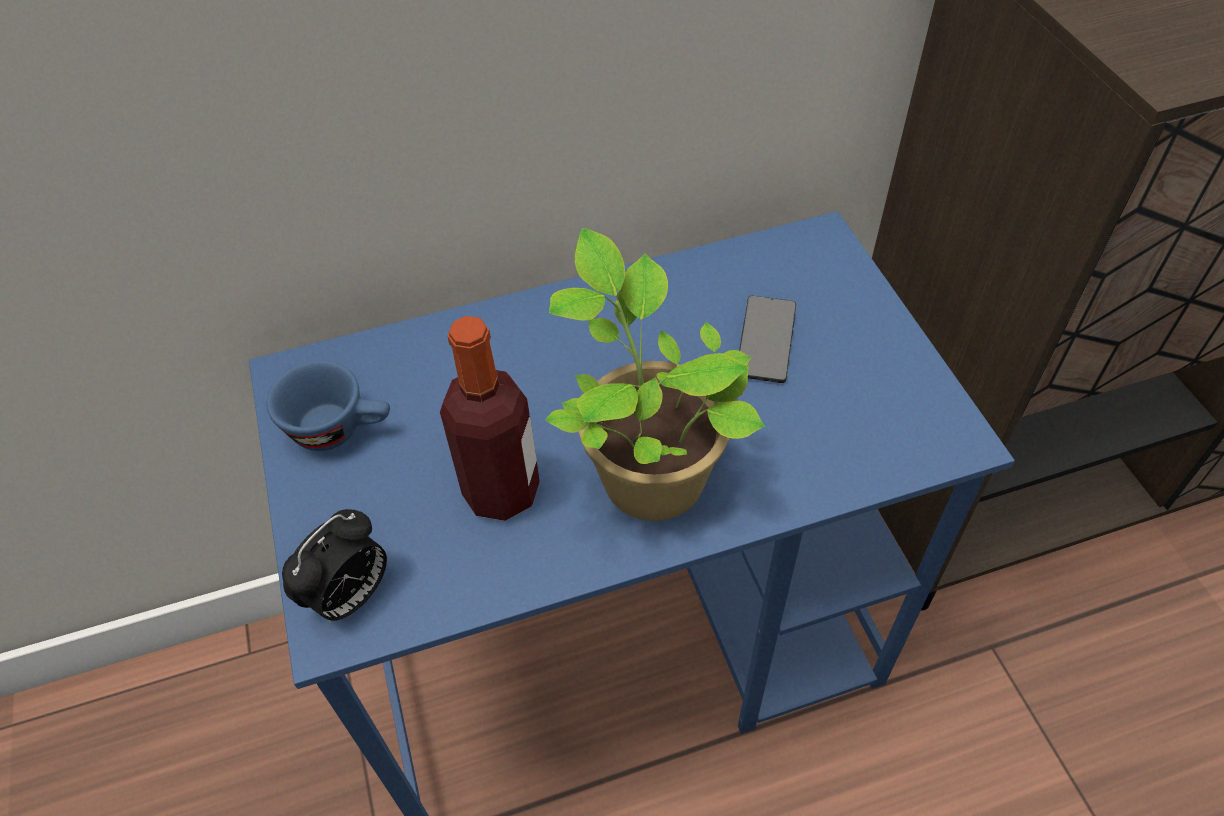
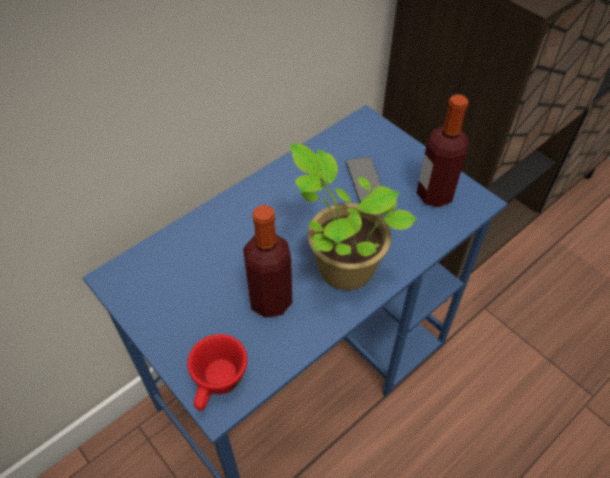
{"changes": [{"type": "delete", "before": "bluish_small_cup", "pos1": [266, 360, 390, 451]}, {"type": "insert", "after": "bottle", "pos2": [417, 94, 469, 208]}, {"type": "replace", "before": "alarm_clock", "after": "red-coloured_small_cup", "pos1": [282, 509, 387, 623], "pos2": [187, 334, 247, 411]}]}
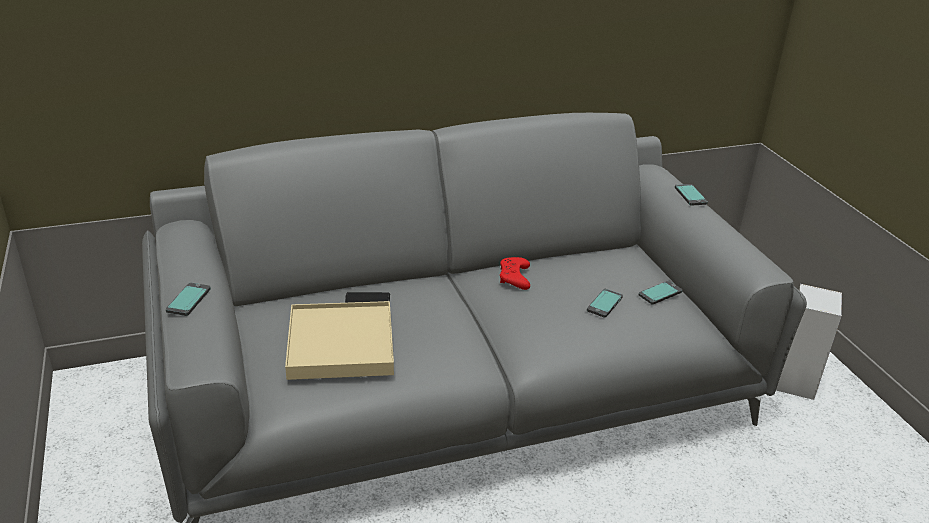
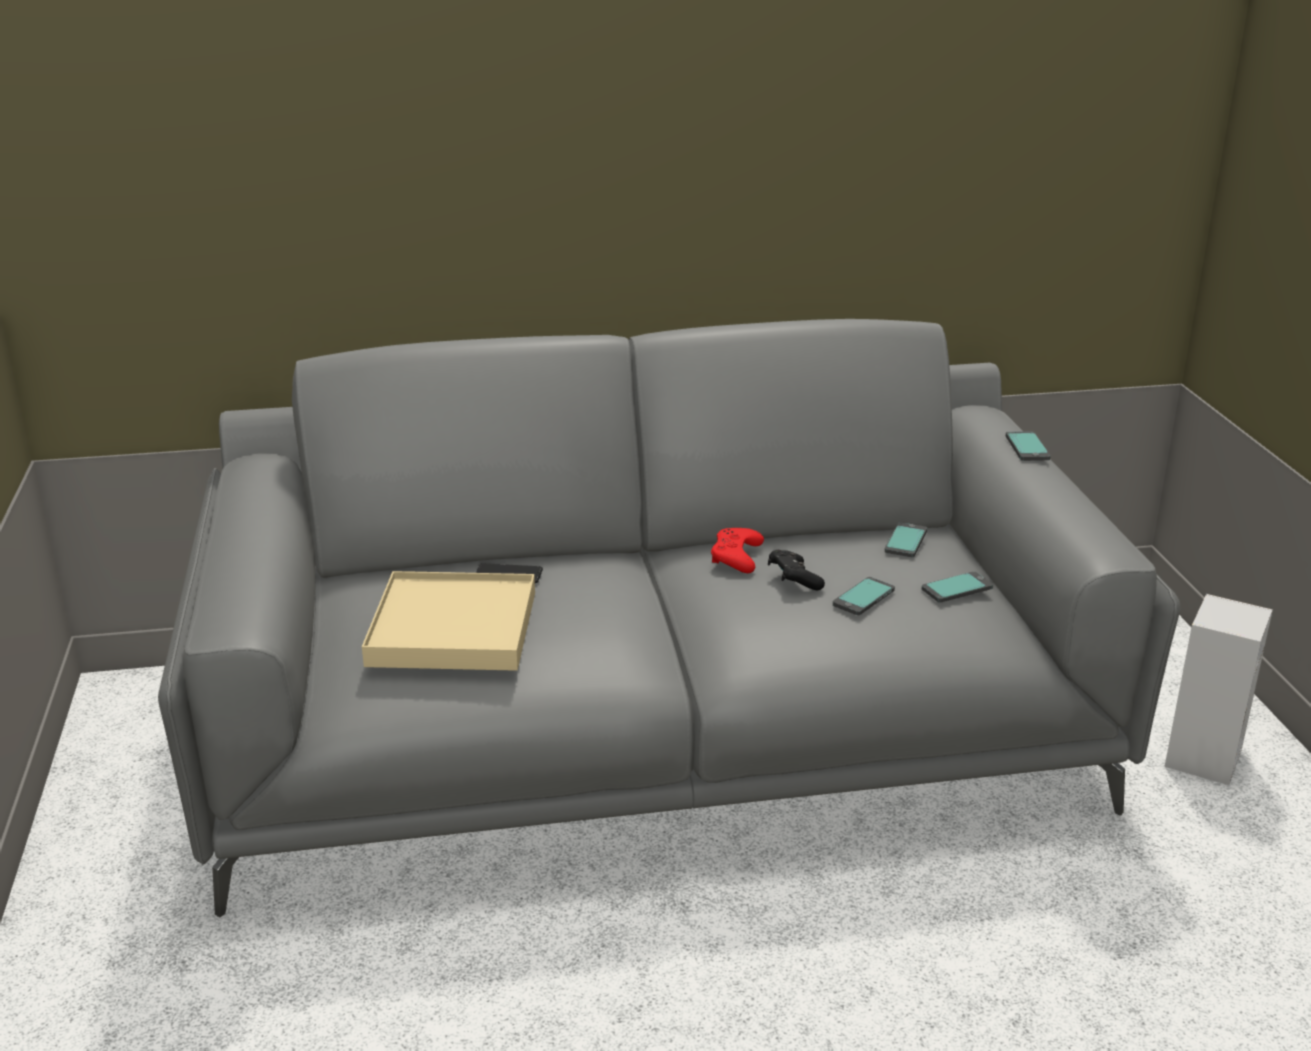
{"changes": [{"type": "insert", "after": "black_game_controller", "pos2": [768, 550, 825, 590]}, {"type": "move", "before": "telephone", "pos1": [166, 283, 211, 316], "pos2": [885, 522, 927, 557]}]}
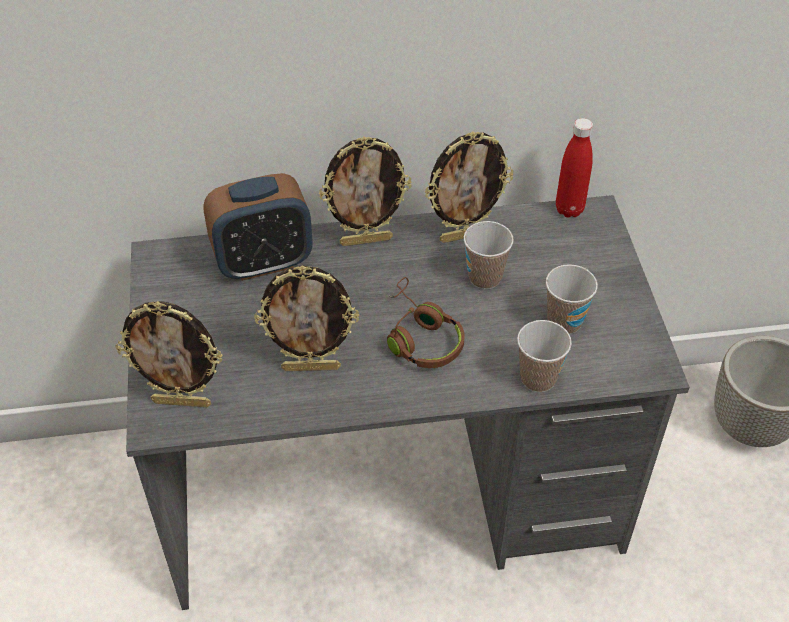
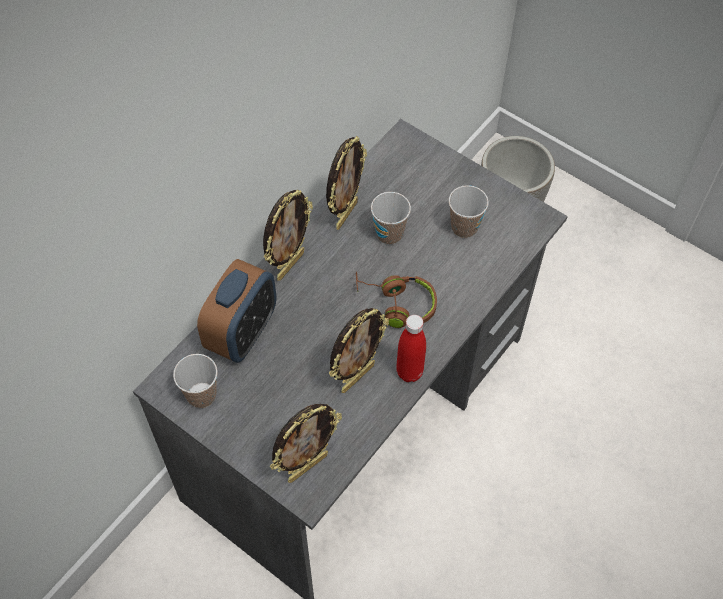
{"changes": [{"type": "move", "before": "small_cup", "pos1": [517, 320, 572, 392], "pos2": [173, 354, 218, 408]}, {"type": "move", "before": "red-coloured_bottle", "pos1": [556, 118, 593, 218], "pos2": [396, 315, 426, 382]}]}
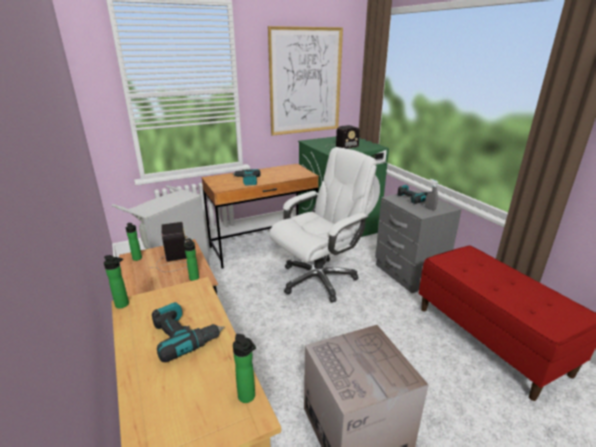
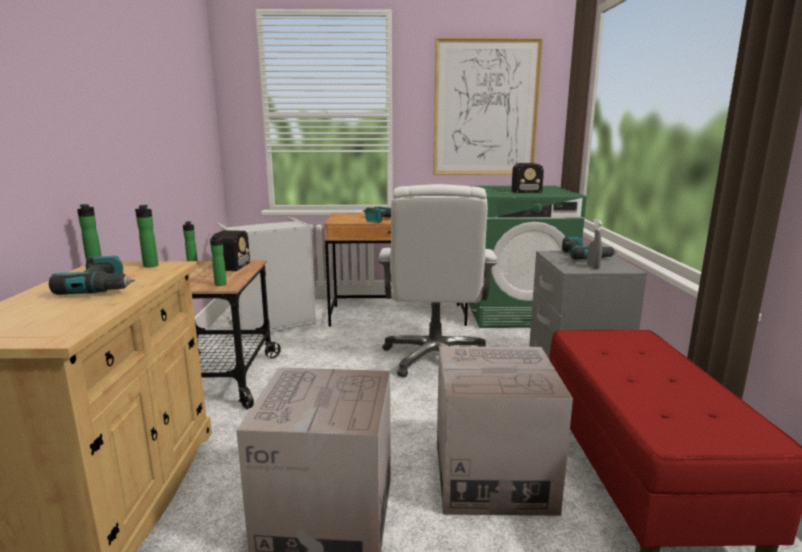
{"changes": [{"type": "insert", "after": "carton", "pos2": [437, 346, 573, 516]}, {"type": "move", "before": "bottle", "pos1": [233, 334, 256, 403], "pos2": [135, 205, 159, 267]}, {"type": "rotate", "before": "whitish_computer_chair", "pos1": [269, 147, 377, 302], "pos2": [378, 184, 497, 377], "turn": 105}]}
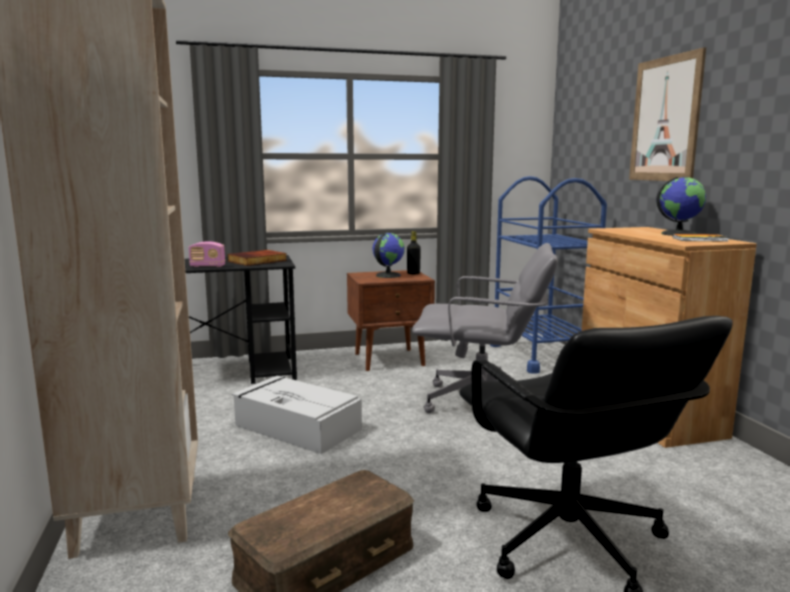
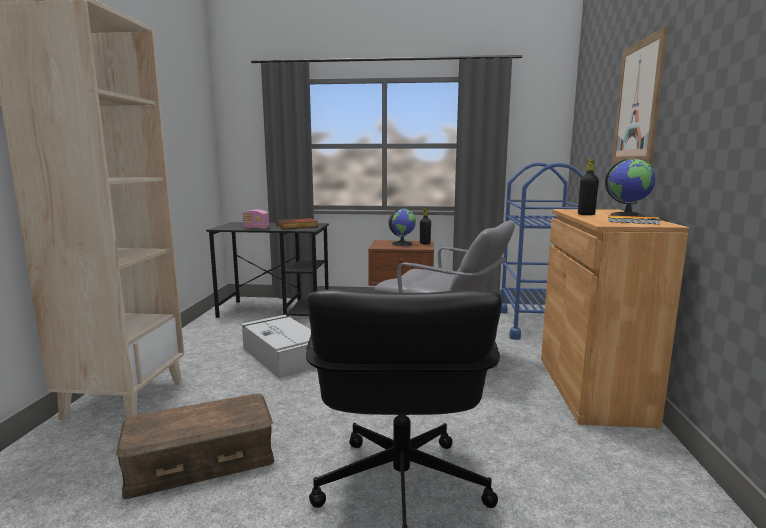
{"changes": [{"type": "insert", "after": "black_bottle", "pos2": [578, 159, 599, 215]}]}
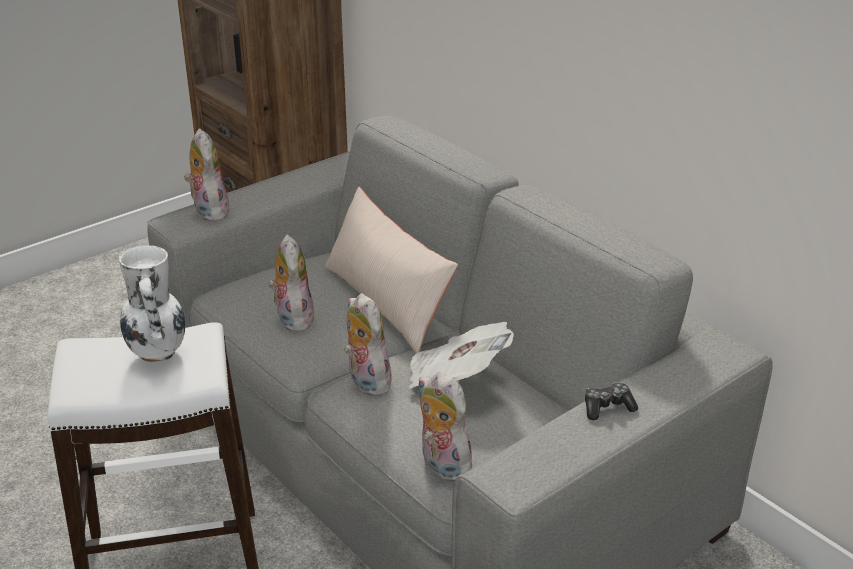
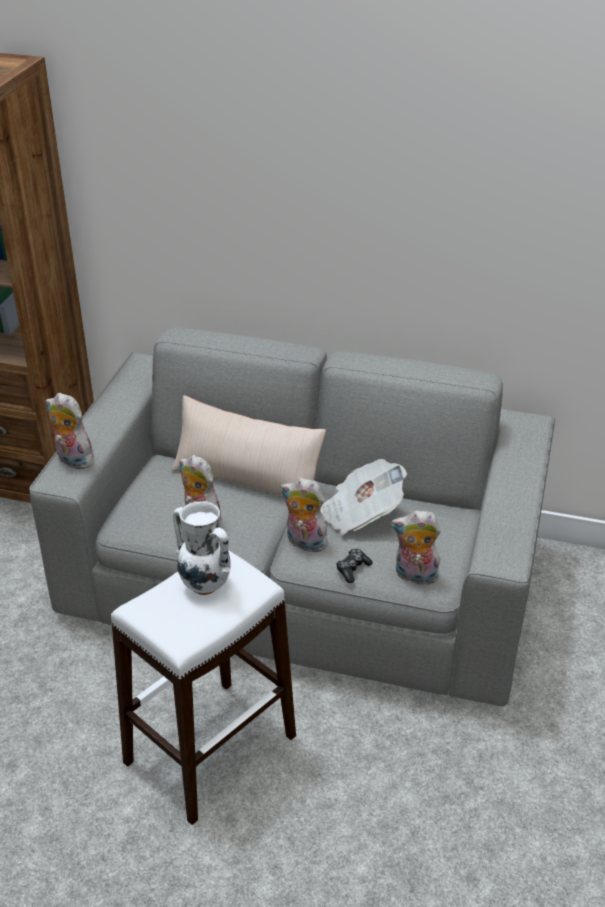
{"changes": [{"type": "move", "before": "game_controller", "pos1": [585, 382, 638, 420], "pos2": [336, 549, 373, 583]}]}
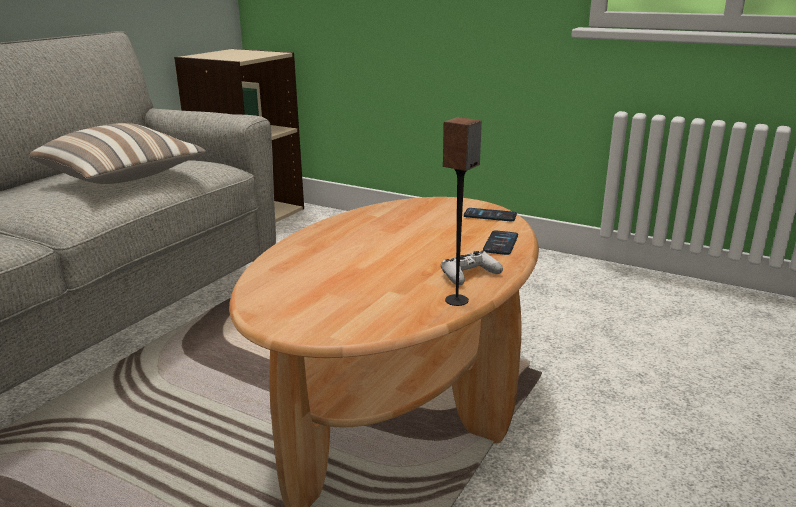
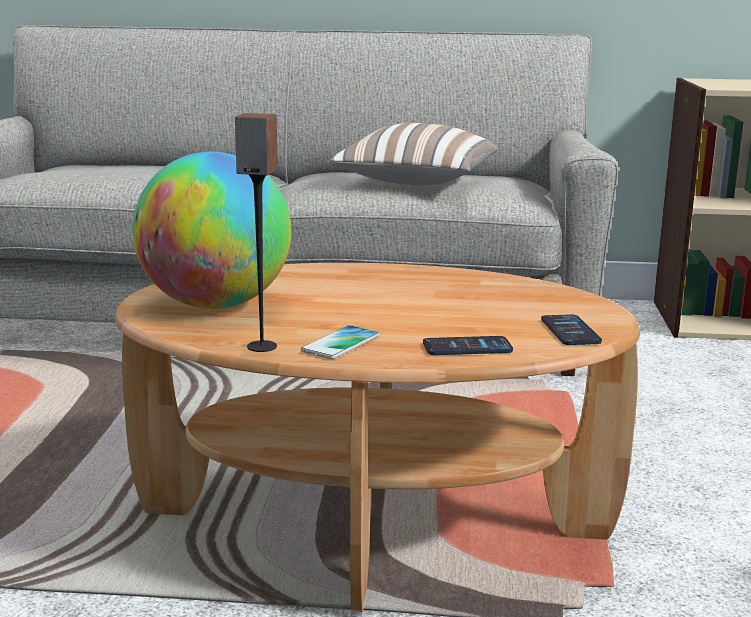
{"changes": [{"type": "insert", "after": "globe", "pos2": [132, 152, 291, 309]}, {"type": "replace", "before": "whitish_game_controller", "after": "telephone", "pos1": [441, 251, 503, 285], "pos2": [301, 325, 379, 359]}]}
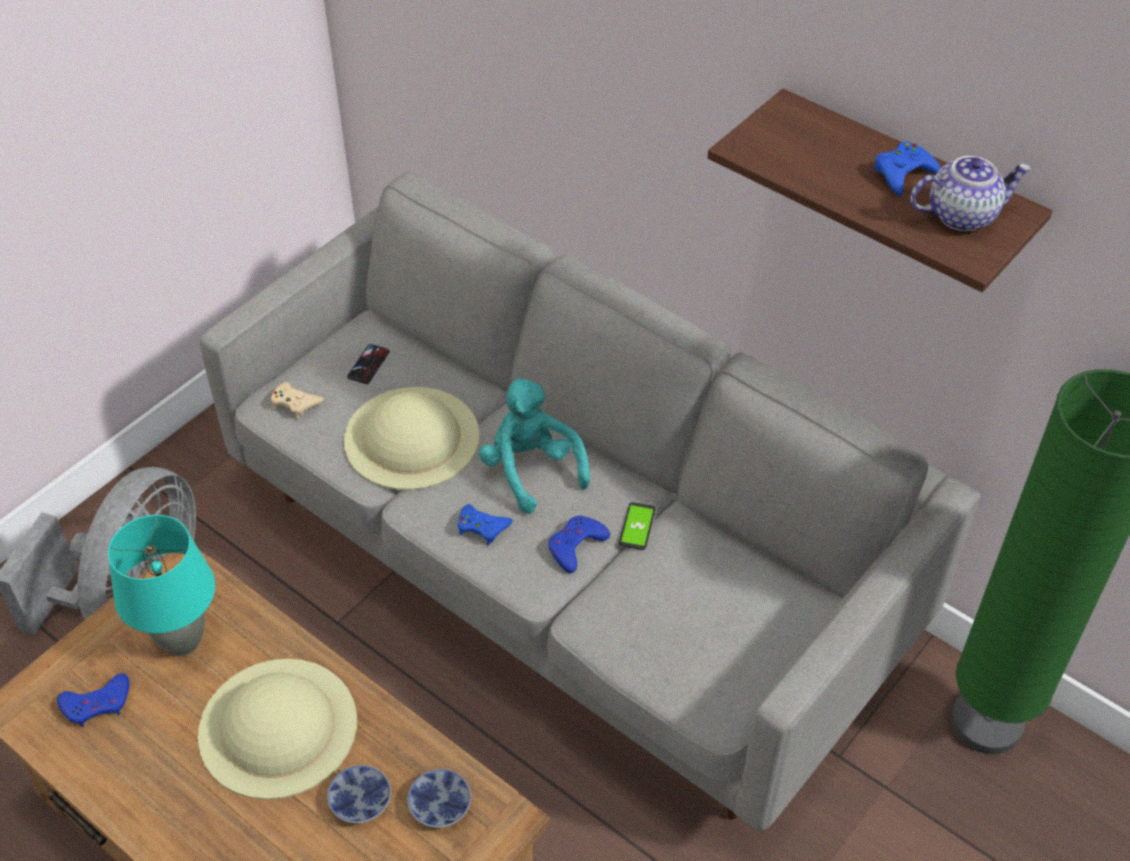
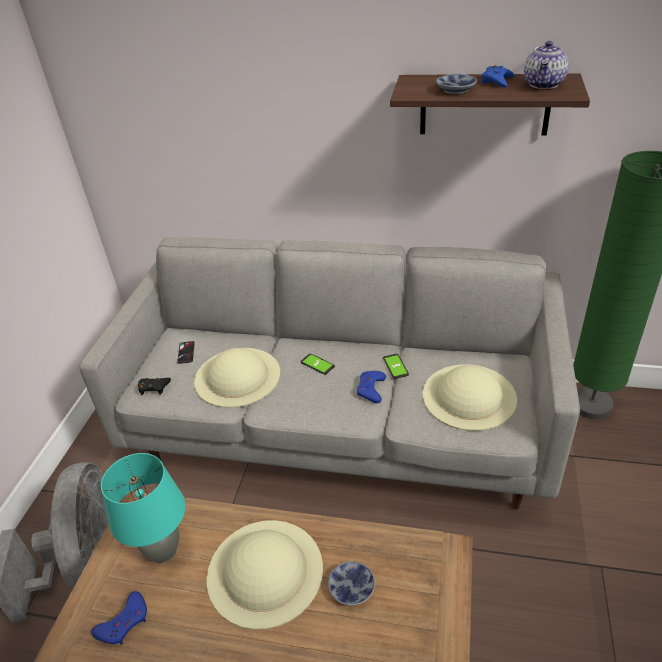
{"changes": [{"type": "delete", "before": "bluish_game_controller", "pos1": [458, 504, 513, 545]}, {"type": "insert", "after": "beige-coloured_wearable_hat", "pos2": [423, 364, 517, 431]}, {"type": "move", "before": "bowl", "pos1": [407, 769, 471, 828], "pos2": [436, 74, 477, 94]}, {"type": "replace", "before": "turquoise-coloured_soft_toy", "after": "telephone", "pos1": [479, 377, 590, 514], "pos2": [301, 354, 335, 375]}, {"type": "recolor", "before": "beige-coloured_game_controller", "after": "black_game_controller", "pos1": [271, 382, 324, 419], "pos2": [138, 378, 171, 395]}, {"type": "rotate", "before": "pot_for_tea", "pos1": [910, 156, 1031, 231], "pos2": [524, 41, 569, 89], "turn": 150}]}
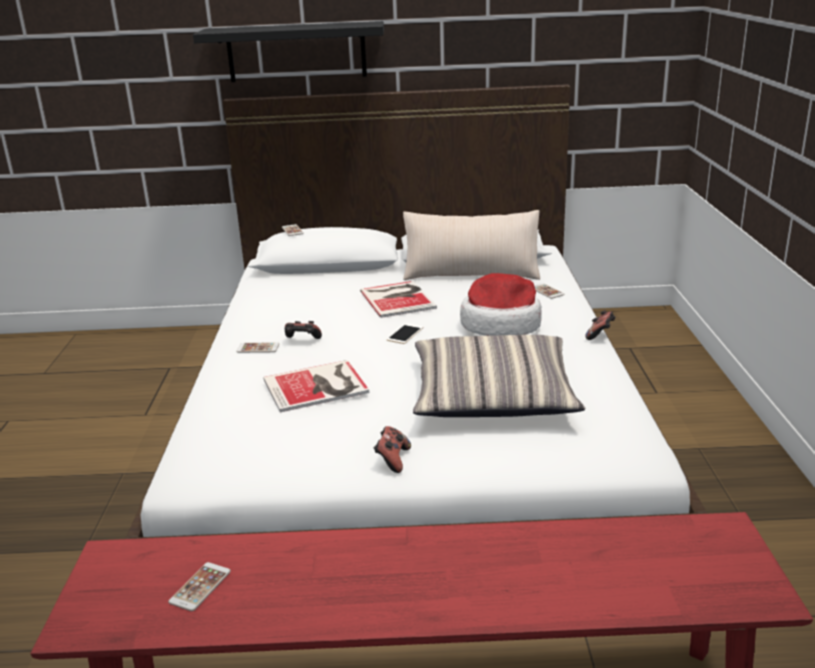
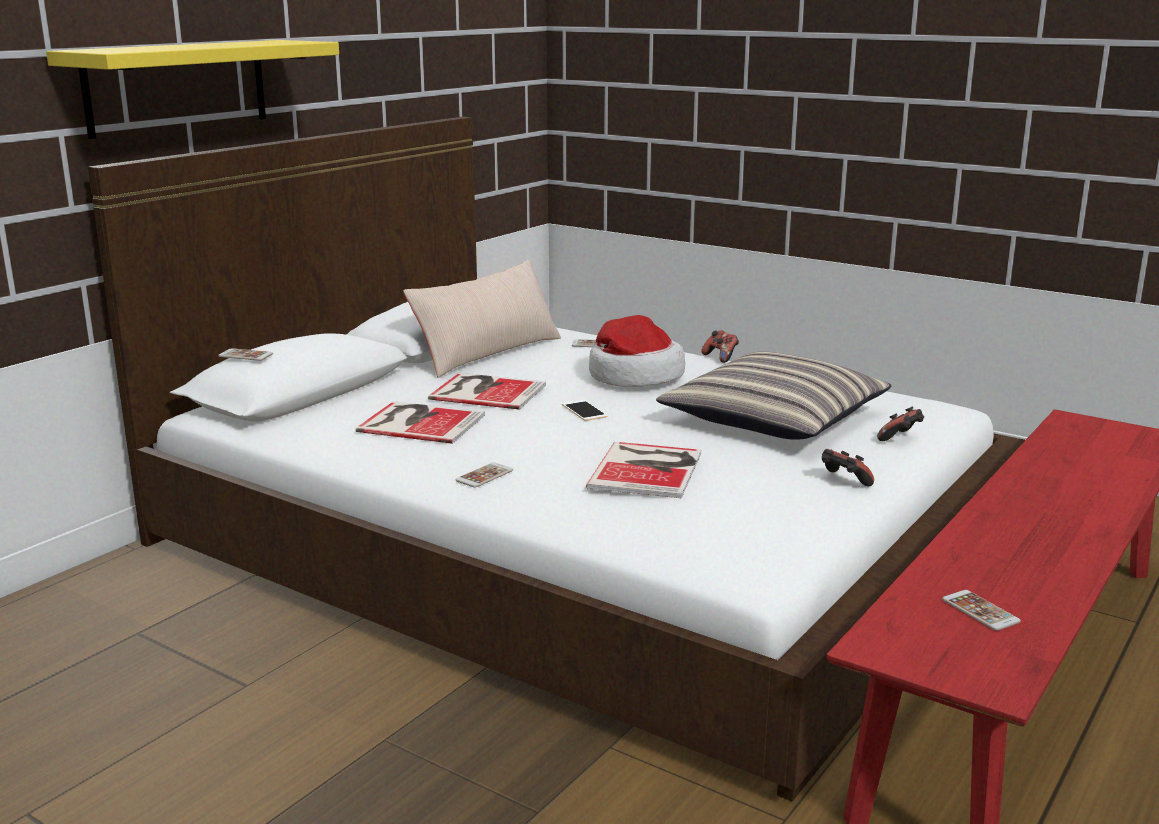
{"changes": [{"type": "insert", "after": "book", "pos2": [355, 401, 485, 444]}, {"type": "move", "before": "game_controller", "pos1": [285, 321, 322, 339], "pos2": [877, 407, 924, 441]}, {"type": "recolor", "before": "black_bracket_shelf", "after": "yellow-coloured_bracket_shelf", "pos1": [193, 21, 384, 82], "pos2": [46, 40, 339, 139]}]}
